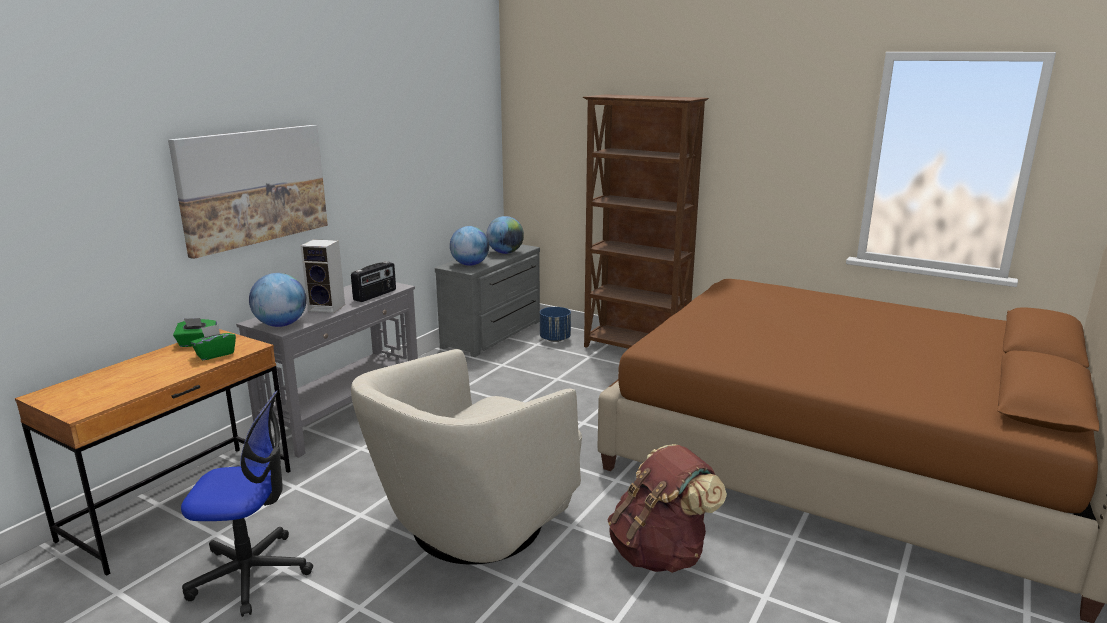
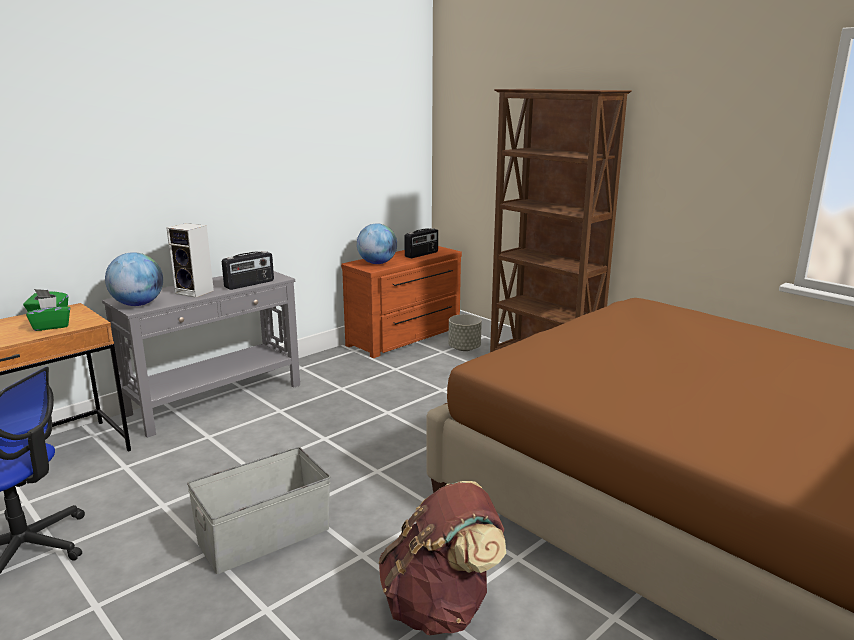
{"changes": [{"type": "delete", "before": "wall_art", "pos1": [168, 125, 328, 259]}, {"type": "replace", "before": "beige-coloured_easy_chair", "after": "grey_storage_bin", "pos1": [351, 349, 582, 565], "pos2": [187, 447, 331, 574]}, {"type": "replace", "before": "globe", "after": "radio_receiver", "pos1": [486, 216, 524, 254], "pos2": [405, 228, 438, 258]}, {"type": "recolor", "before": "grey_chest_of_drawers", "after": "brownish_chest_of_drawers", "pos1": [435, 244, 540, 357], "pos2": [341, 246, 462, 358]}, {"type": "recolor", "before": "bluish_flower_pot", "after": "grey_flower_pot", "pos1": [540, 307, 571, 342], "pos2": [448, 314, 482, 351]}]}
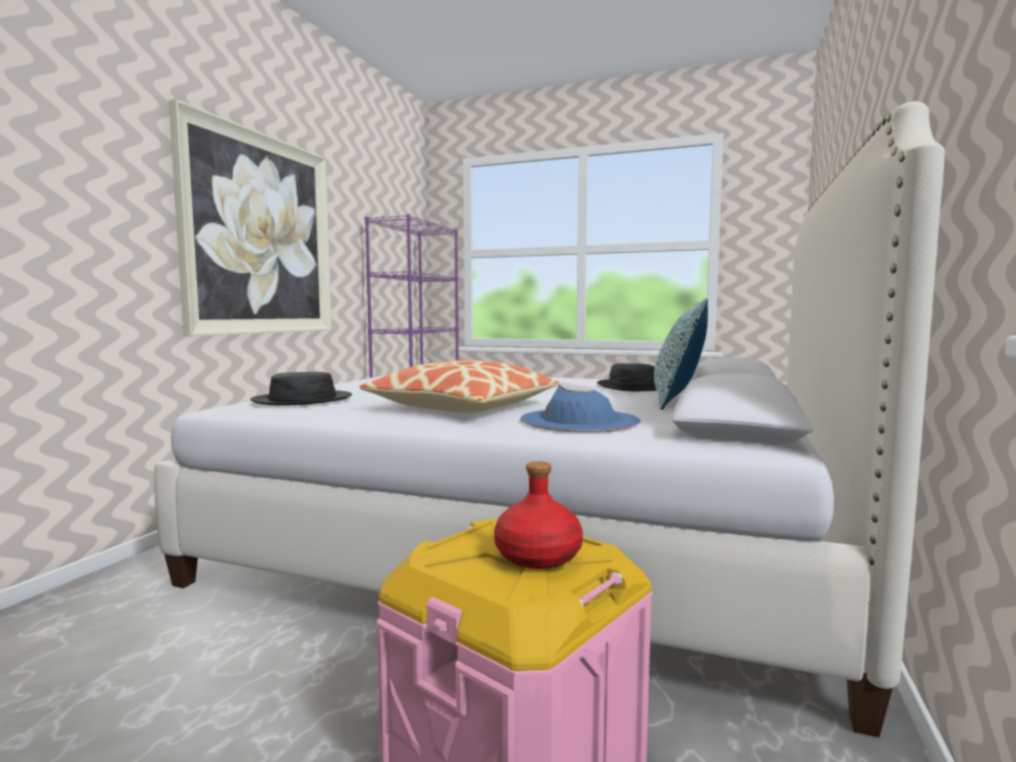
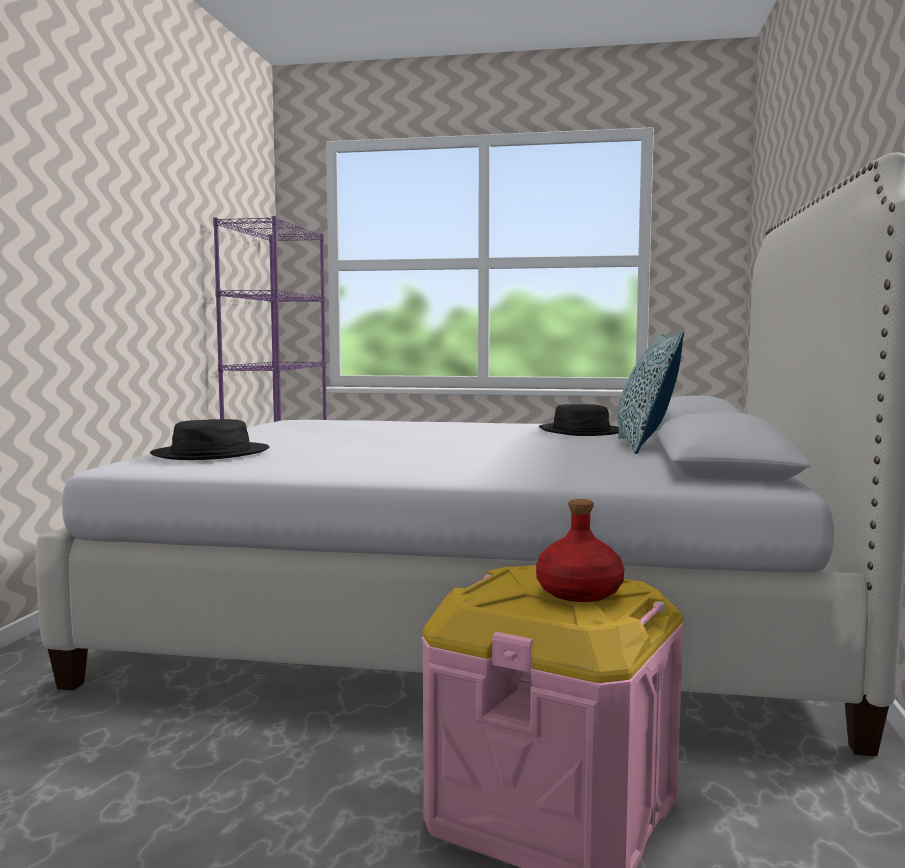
{"changes": [{"type": "delete", "before": "wall_art", "pos1": [169, 99, 332, 336]}, {"type": "delete", "before": "throw_pillow", "pos1": [359, 360, 559, 413]}, {"type": "delete", "before": "bluish_wearable_hat", "pos1": [520, 383, 641, 432]}]}
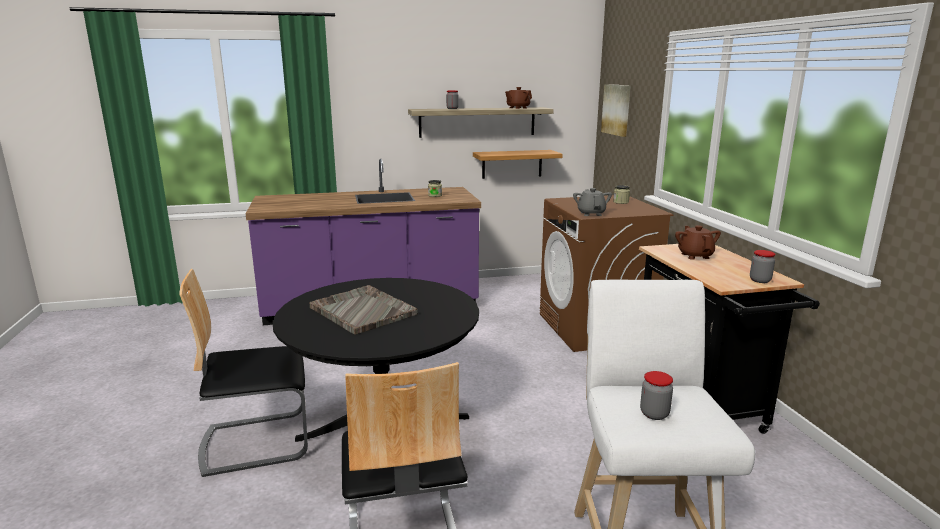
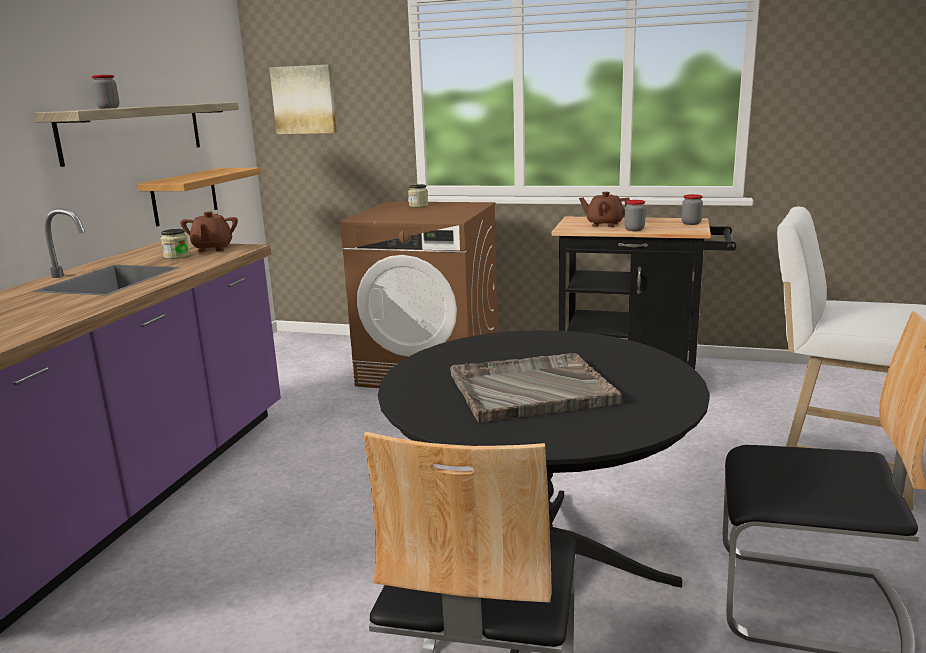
{"changes": [{"type": "delete", "before": "grey_pot_for_tea", "pos1": [573, 188, 612, 216]}, {"type": "move", "before": "brownish_pot_for_tea", "pos1": [505, 87, 532, 109], "pos2": [180, 212, 238, 252]}, {"type": "move", "before": "storage_jar", "pos1": [640, 371, 673, 420], "pos2": [624, 200, 646, 231]}]}
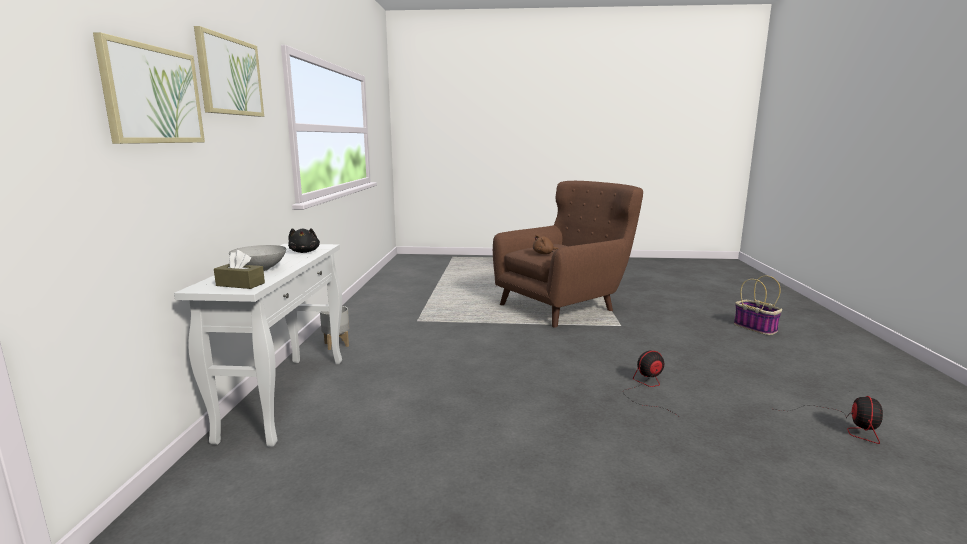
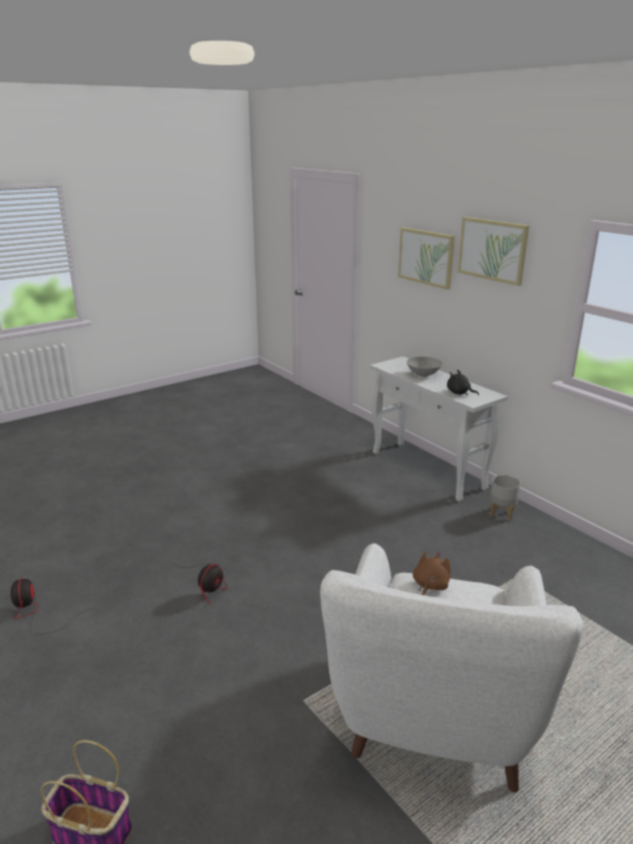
{"changes": [{"type": "delete", "before": "brownish_tissue_box", "pos1": [214, 250, 265, 289]}, {"type": "recolor", "before": "brownish_easy_chair", "after": "whitish_easy_chair", "pos1": [493, 181, 643, 328], "pos2": [320, 543, 583, 793]}]}
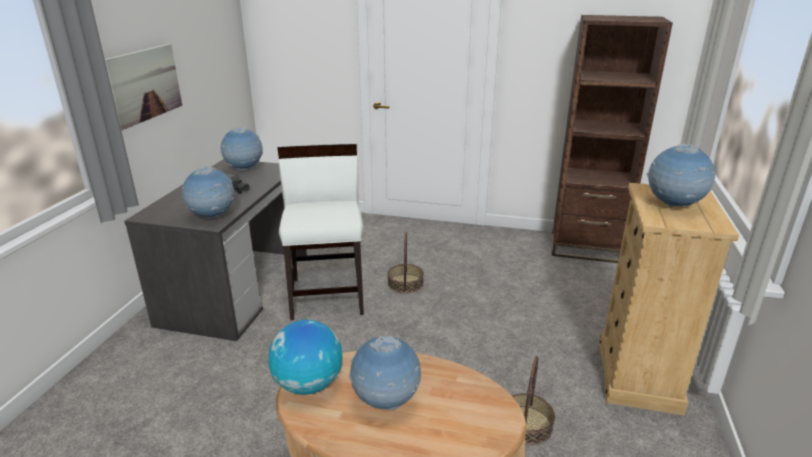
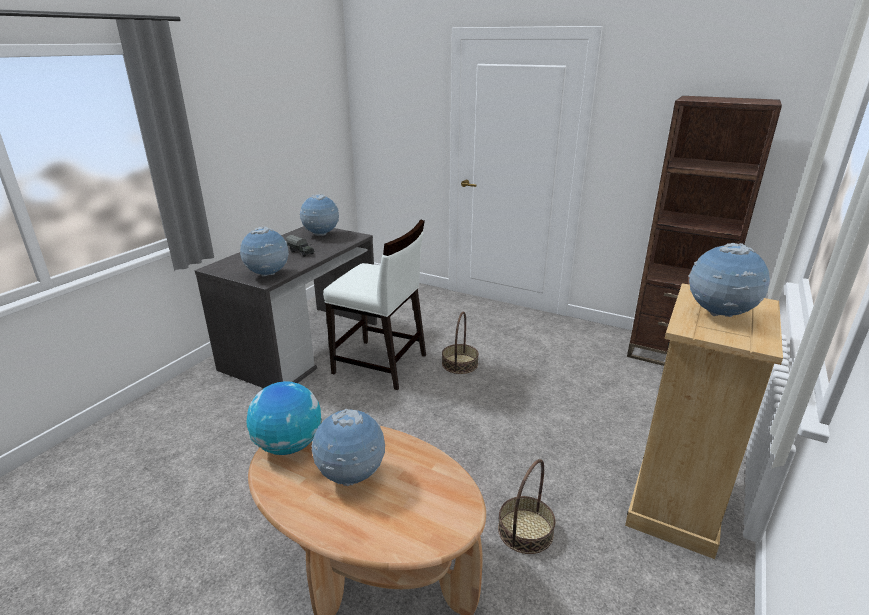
{"changes": [{"type": "delete", "before": "wall_art", "pos1": [105, 44, 182, 130]}, {"type": "rotate", "before": "whitish_chair", "pos1": [278, 144, 364, 320], "pos2": [323, 219, 426, 390], "turn": 105}]}
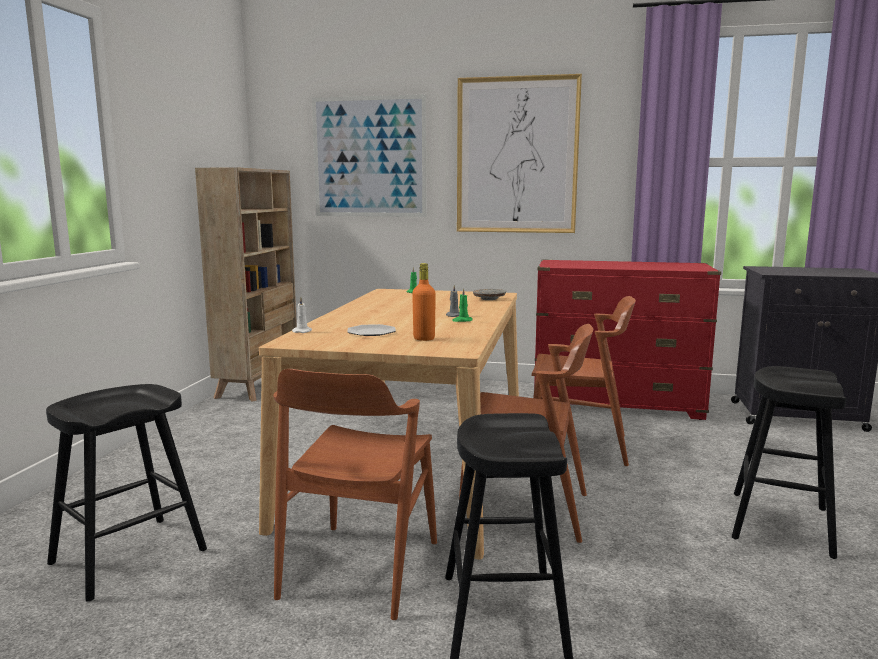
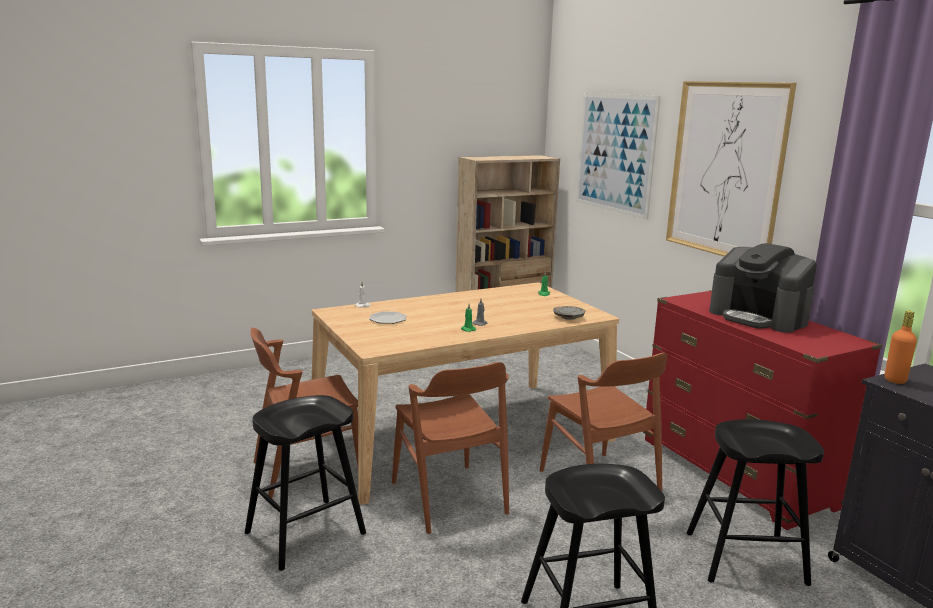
{"changes": [{"type": "insert", "after": "coffee_machine", "pos2": [709, 243, 817, 333]}, {"type": "move", "before": "black_stool", "pos1": [46, 384, 207, 602], "pos2": [687, 419, 824, 586]}, {"type": "move", "before": "orangey_bottle", "pos1": [412, 263, 436, 341], "pos2": [884, 311, 917, 384]}]}
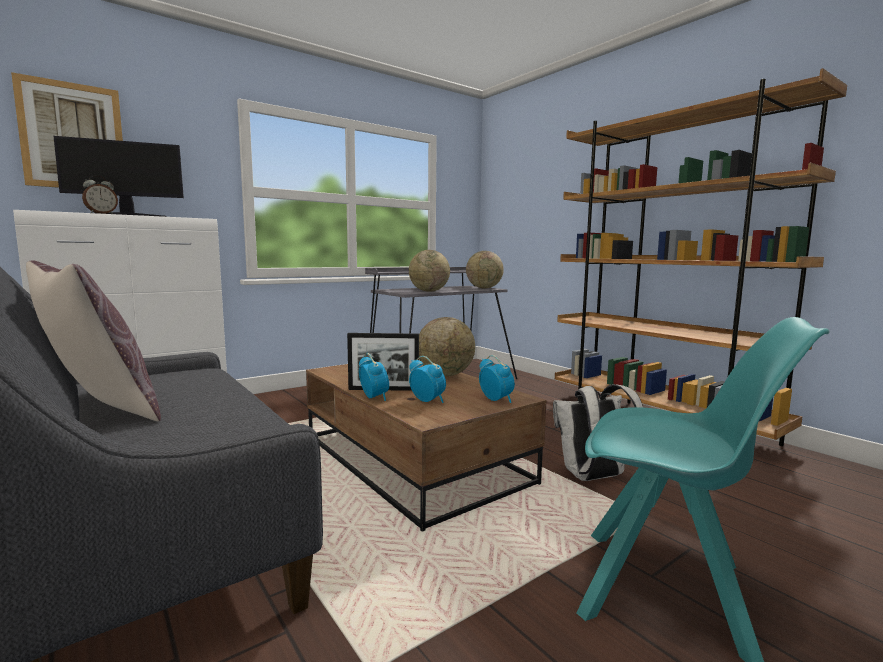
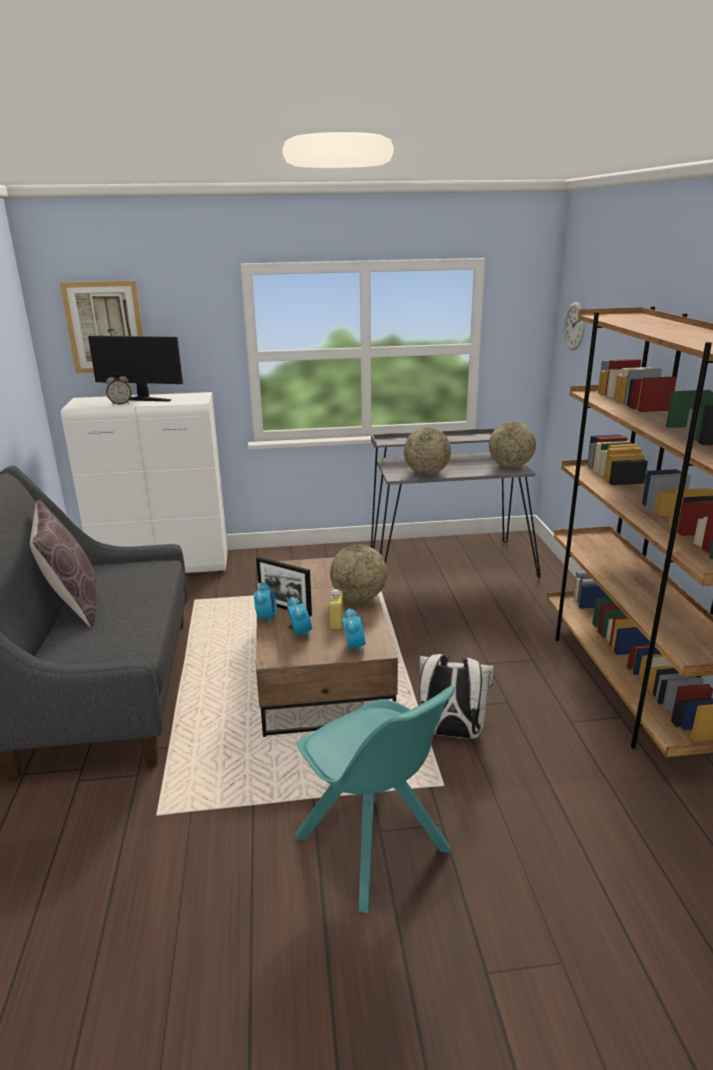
{"changes": [{"type": "insert", "after": "yellow-coloured_bottle", "pos2": [329, 589, 343, 629]}, {"type": "insert", "after": "clock_on_the_wall", "pos2": [564, 302, 585, 350]}]}
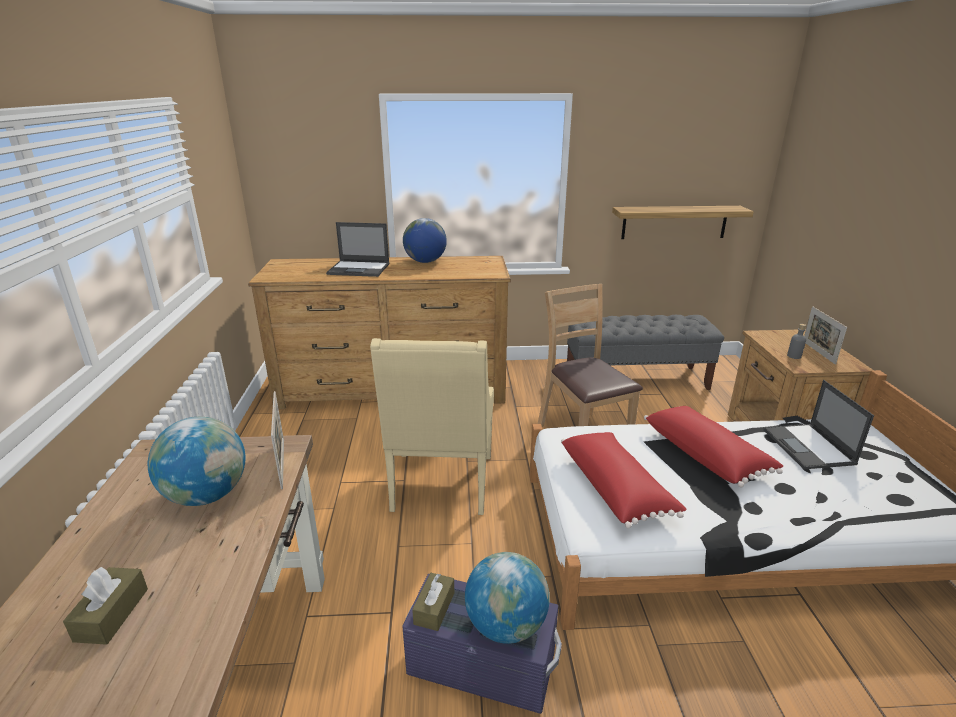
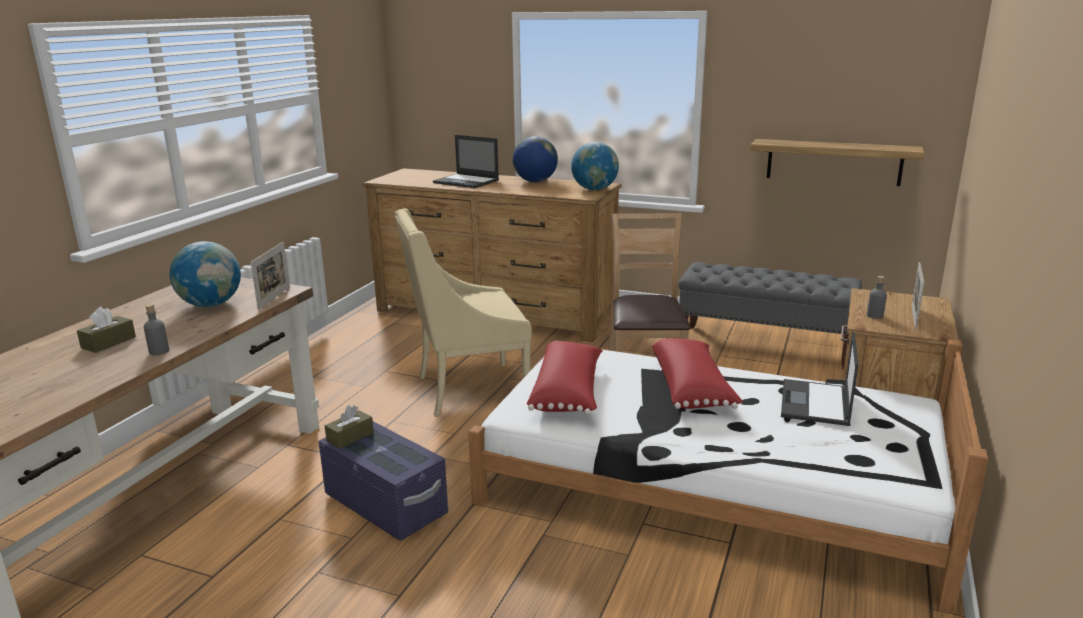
{"changes": [{"type": "insert", "after": "grey_bottle", "pos2": [144, 304, 169, 355]}, {"type": "move", "before": "globe", "pos1": [465, 552, 550, 644], "pos2": [571, 142, 619, 190]}, {"type": "rotate", "before": "beige-coloured_easy_chair", "pos1": [370, 338, 494, 515], "pos2": [395, 209, 532, 417], "turn": 45}]}
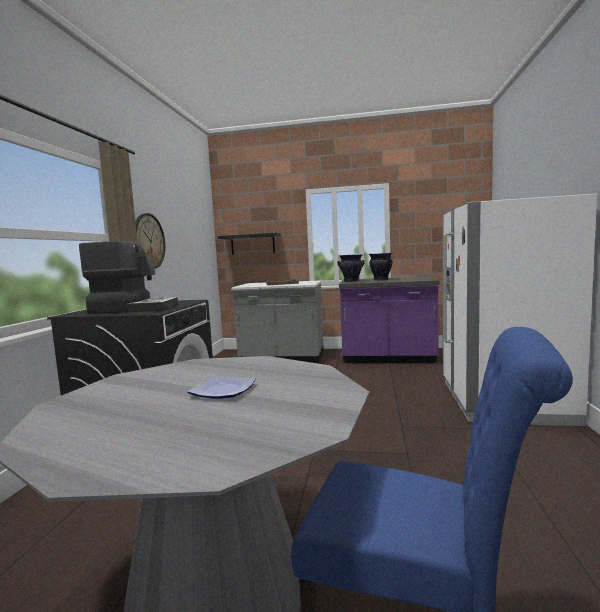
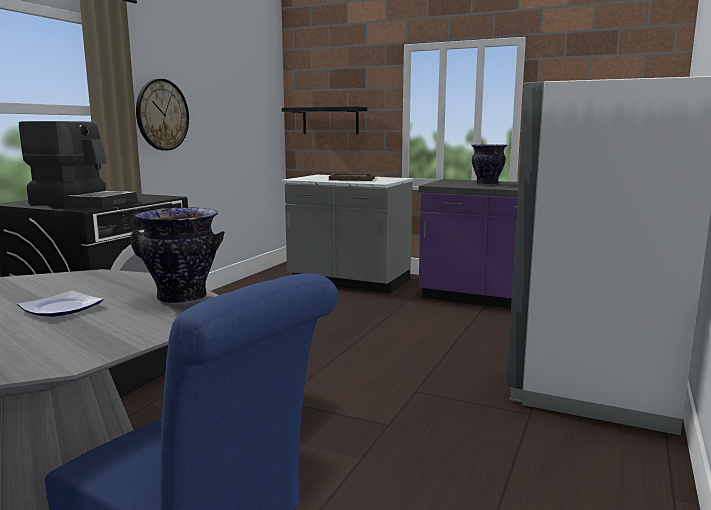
{"changes": [{"type": "move", "before": "flower_vase", "pos1": [337, 254, 365, 282], "pos2": [130, 207, 225, 304]}]}
